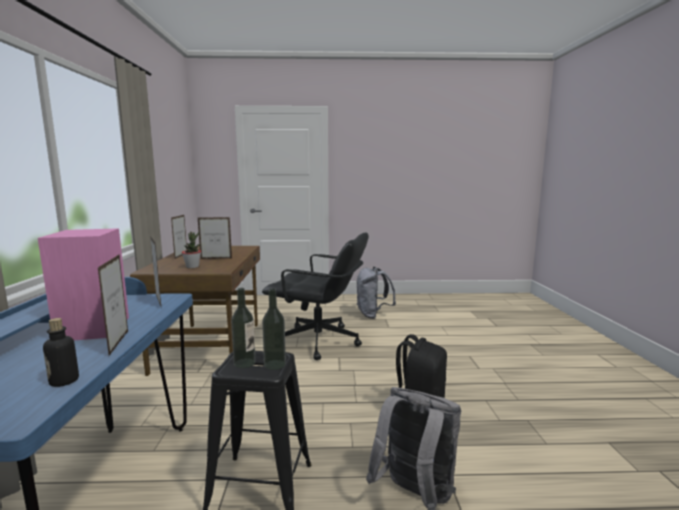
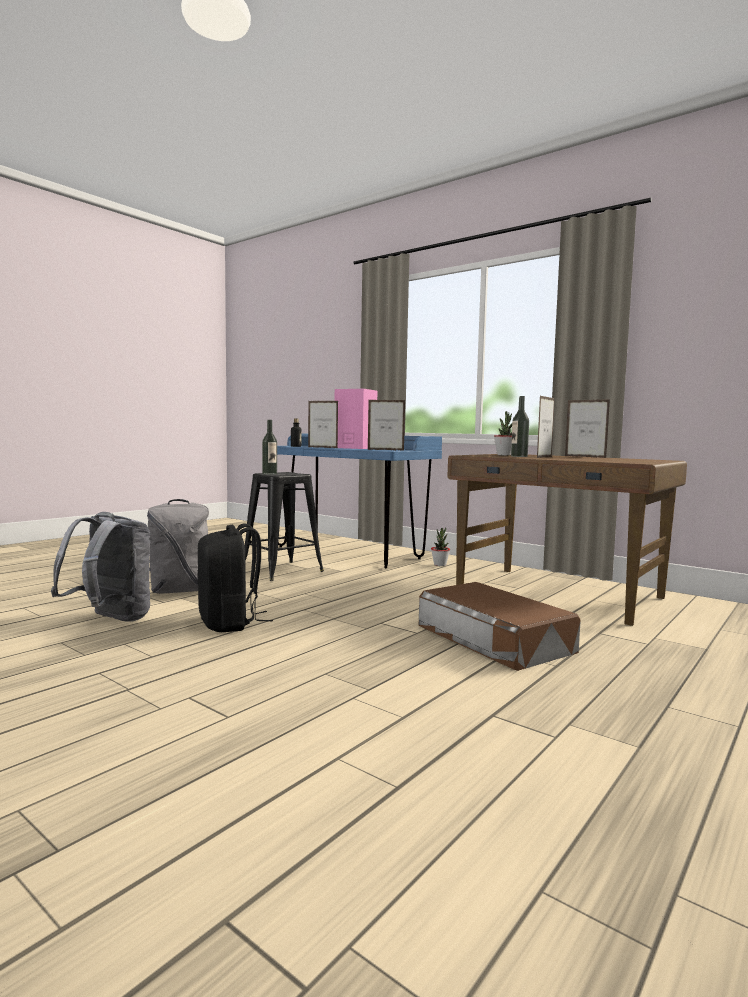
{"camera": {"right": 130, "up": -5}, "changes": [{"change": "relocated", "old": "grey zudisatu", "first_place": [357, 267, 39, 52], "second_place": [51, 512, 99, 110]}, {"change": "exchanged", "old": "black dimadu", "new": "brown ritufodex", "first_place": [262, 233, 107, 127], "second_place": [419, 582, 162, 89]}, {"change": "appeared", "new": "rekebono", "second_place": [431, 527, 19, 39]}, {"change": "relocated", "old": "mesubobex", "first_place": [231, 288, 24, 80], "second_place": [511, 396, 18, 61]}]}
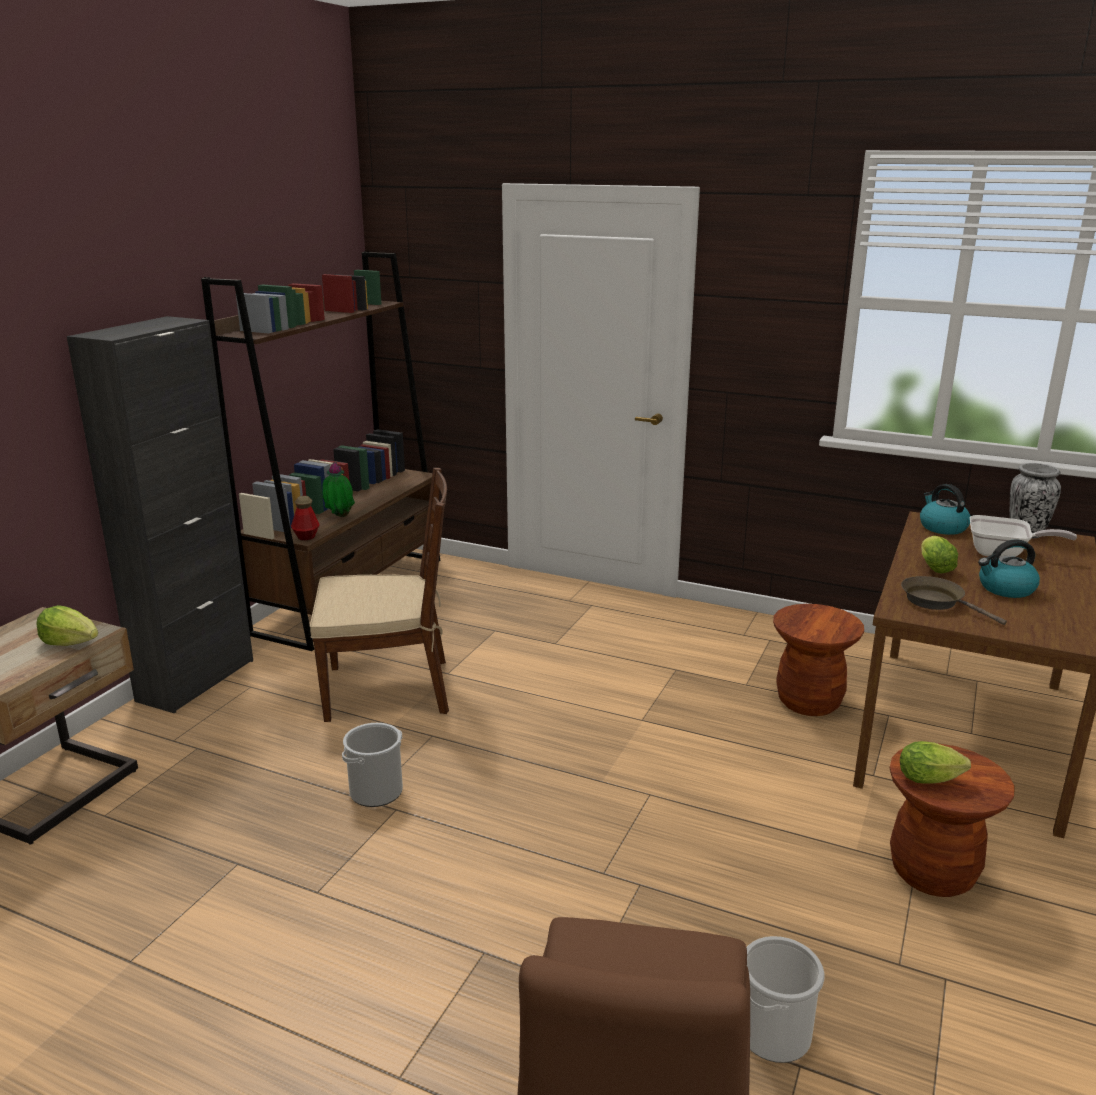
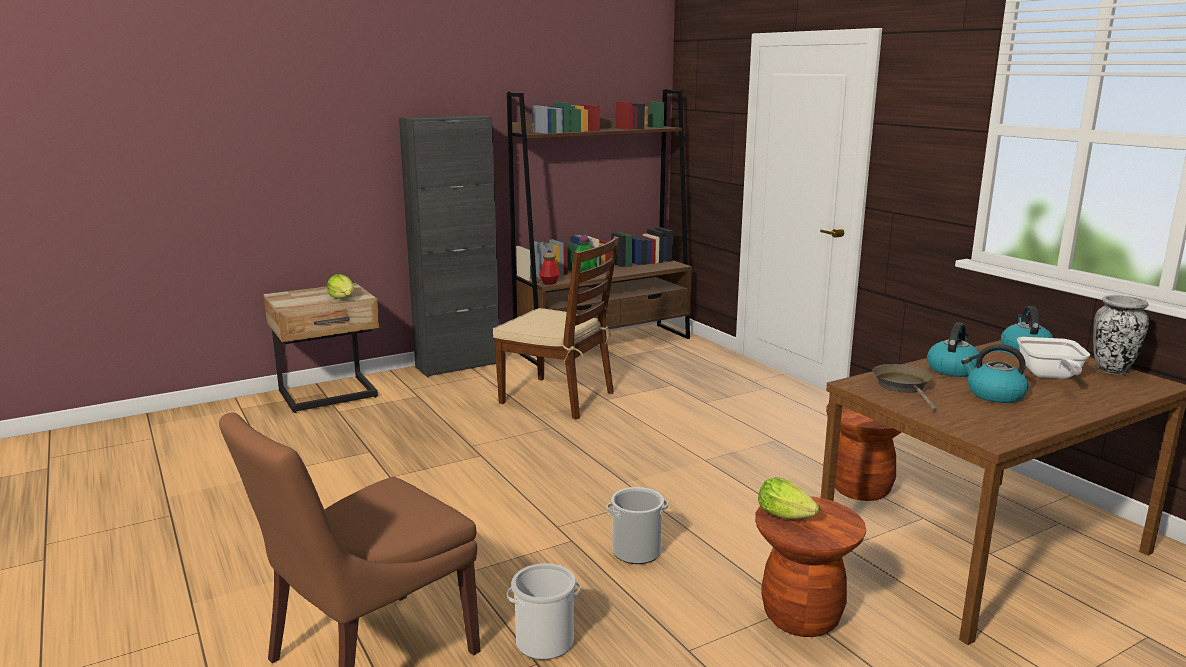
{"camera": {"right": 35, "up": -5}, "changes": [{"change": "relocated", "old": "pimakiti", "first_place": [342, 723, 61, 84], "second_place": [607, 487, 61, 77]}, {"change": "exchanged", "old": "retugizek", "new": "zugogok", "first_place": [921, 536, 37, 38], "second_place": [927, 322, 53, 55]}, {"change": "spun", "old": "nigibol", "first_place": [970, 515, 107, 42], "second_place": [1017, 337, 73, 42], "degrees": 45}]}
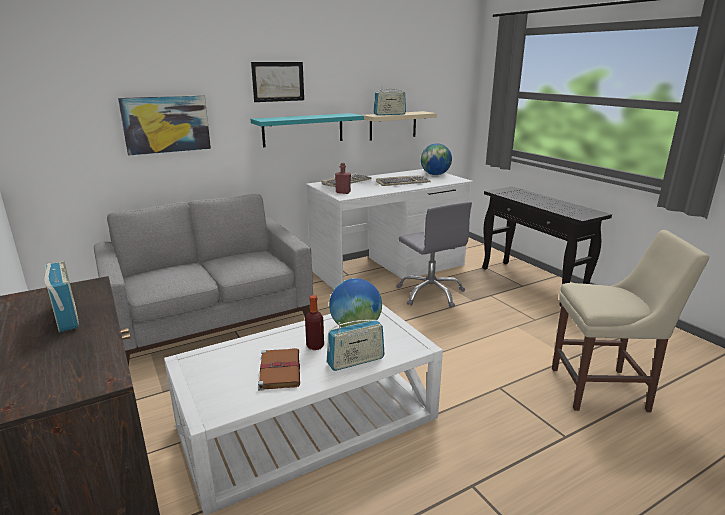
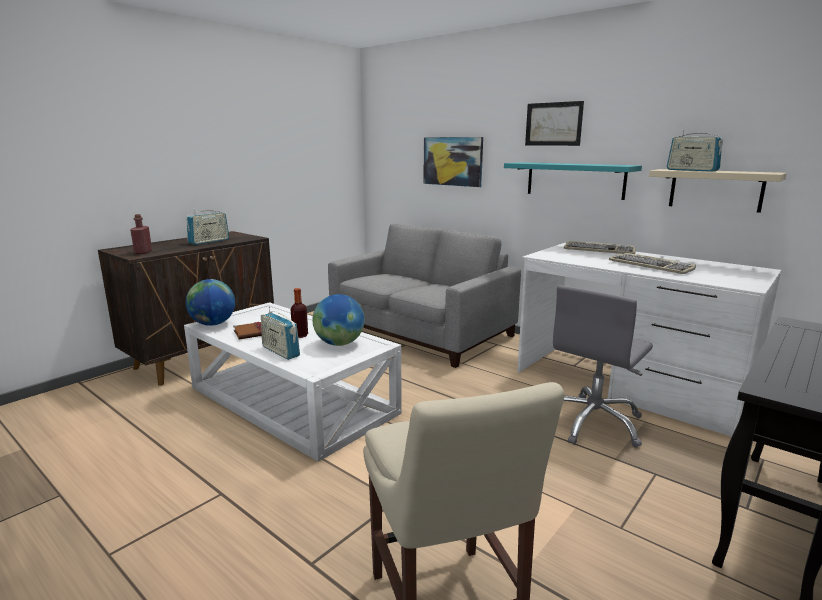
{"camera": {"right": 70, "up": -5}, "changes": [{"change": "relocated", "old": "red mesubobex", "first_place": [335, 163, 16, 31], "second_place": [130, 214, 22, 40]}, {"change": "relocated", "old": "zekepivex", "first_place": [421, 143, 31, 32], "second_place": [186, 279, 49, 47]}]}
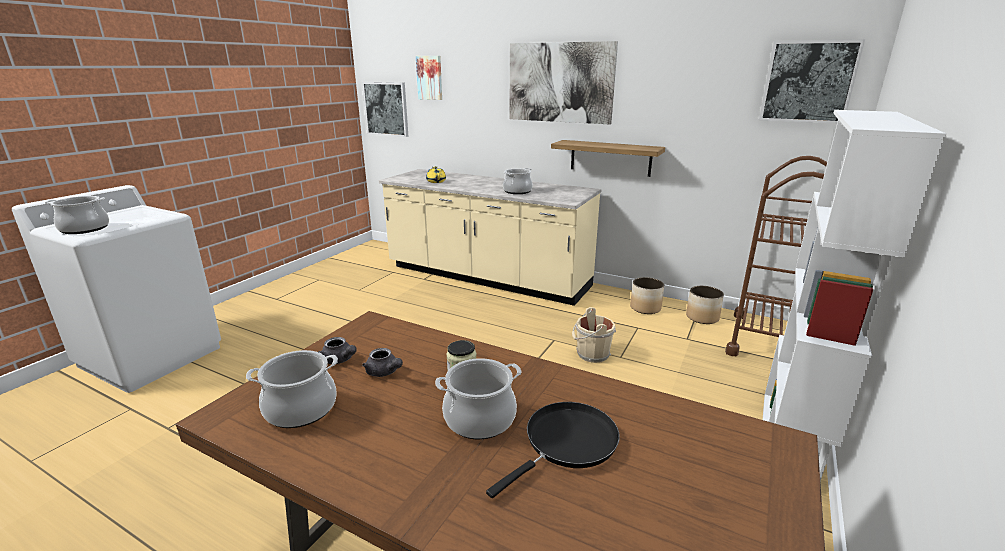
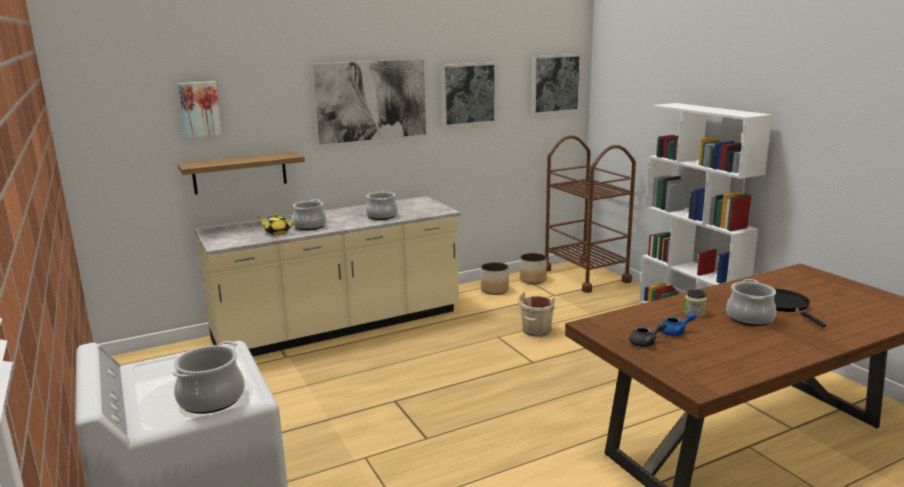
{"camera": {"right": -55, "up": -5}, "changes": [{"change": "relocated", "old": "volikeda", "first_place": [551, 140, 114, 37], "second_place": [177, 152, 128, 43]}, {"change": "relocated", "old": "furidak", "first_place": [246, 350, 92, 78], "second_place": [292, 199, 34, 31]}, {"change": "relocated", "old": "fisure", "first_place": [362, 82, 47, 55], "second_place": [441, 62, 55, 65]}, {"change": "colour", "old": "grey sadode", "new": "blue sadode", "first_place": [362, 348, 41, 29], "second_place": [660, 312, 37, 24]}]}
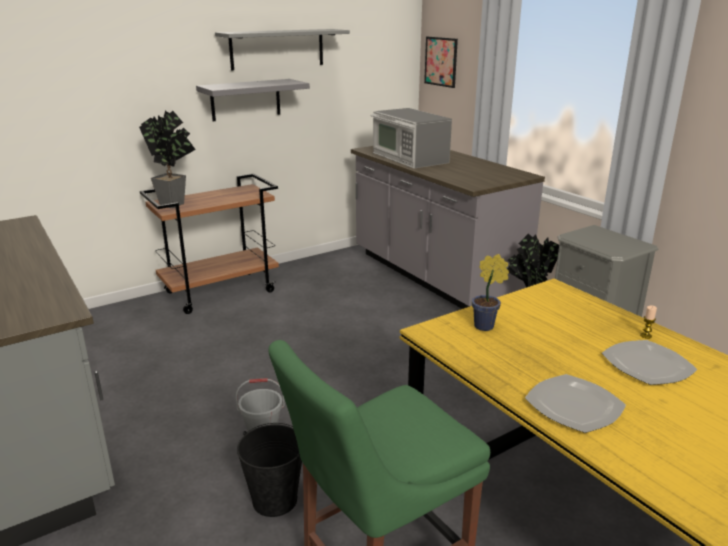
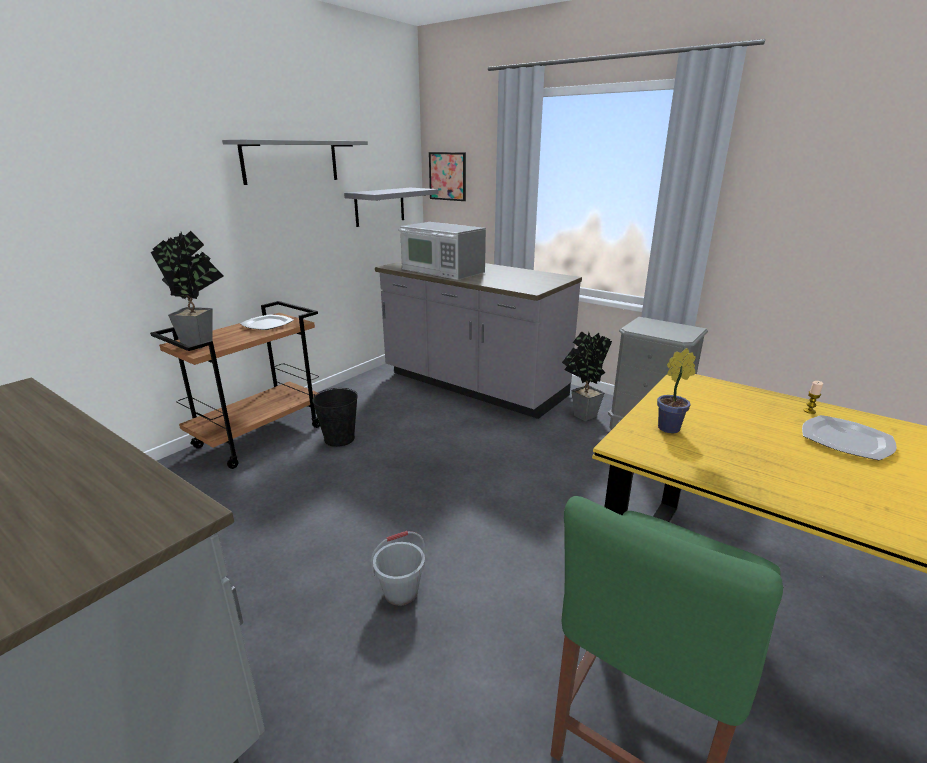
{"camera": {"right": -20, "up": 0}, "changes": [{"change": "relocated", "old": "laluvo", "first_place": [525, 374, 101, 59], "second_place": [240, 314, 53, 16]}, {"change": "relocated", "old": "black pimakiti", "first_place": [237, 423, 65, 94], "second_place": [312, 388, 46, 59]}, {"change": "relocated", "old": "grey volikeda", "first_place": [196, 79, 114, 42], "second_place": [344, 188, 95, 39]}]}
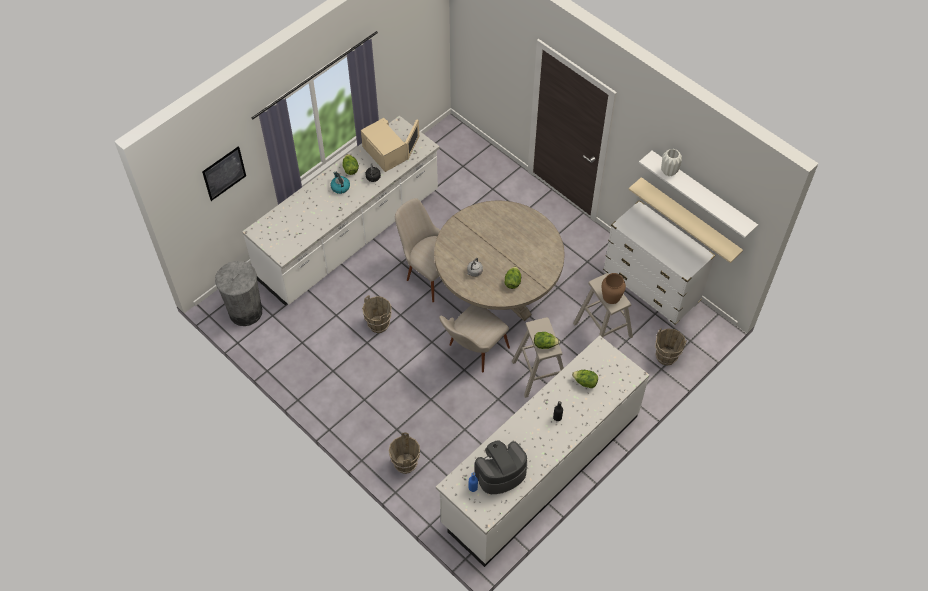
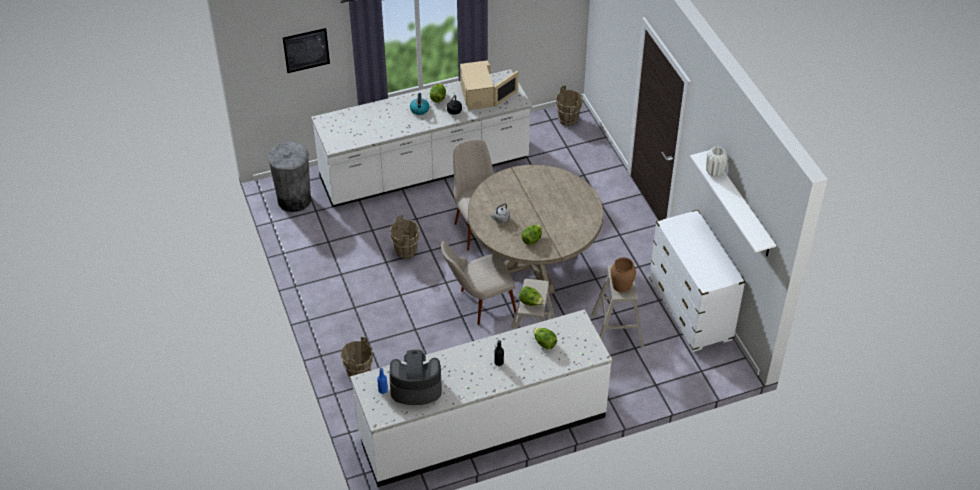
{"camera": {"right": 25, "up": -10}, "changes": [{"change": "relocated", "old": "brown pimakiti", "first_place": [655, 328, 32, 38], "second_place": [556, 86, 27, 40]}, {"change": "missing", "old": "beige volikeda", "first_place": [628, 177, 115, 86]}]}
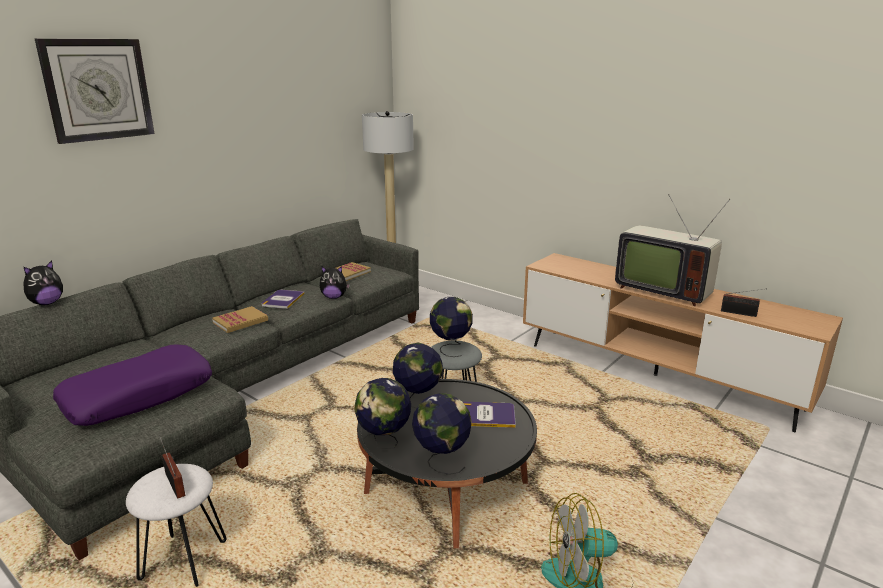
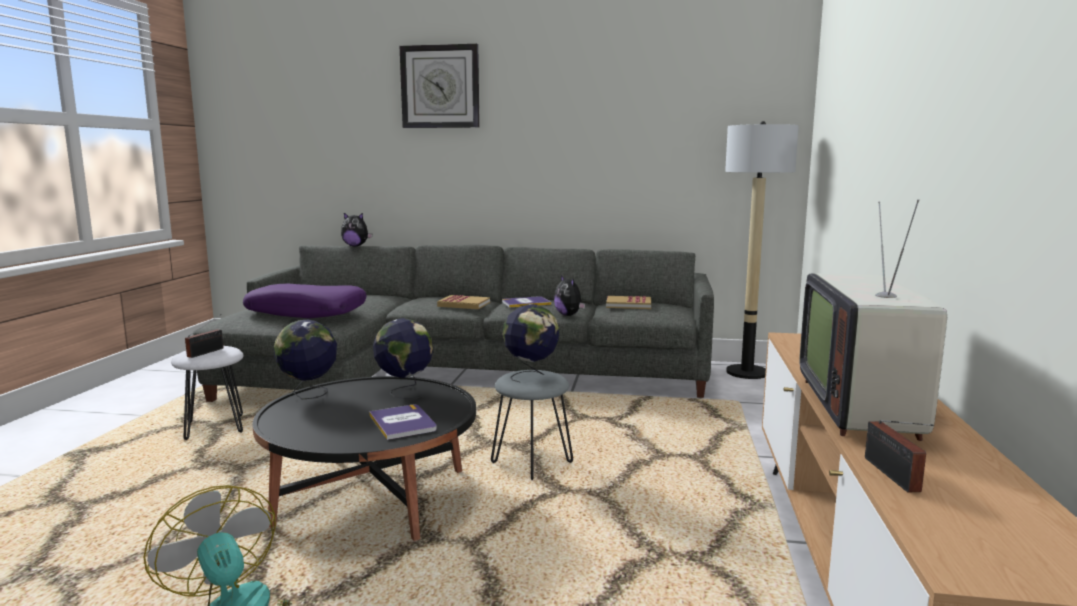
{"camera": {"right": 60, "up": -10}, "changes": [{"change": "missing", "old": "zekepivex", "first_place": [412, 393, 60, 82]}]}
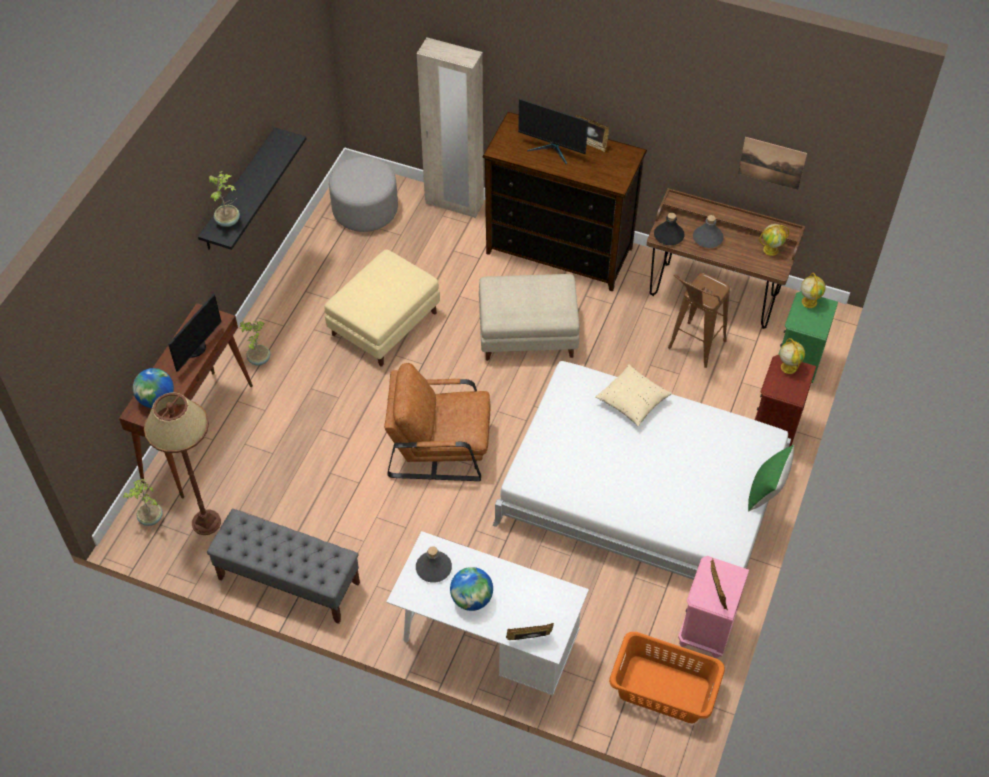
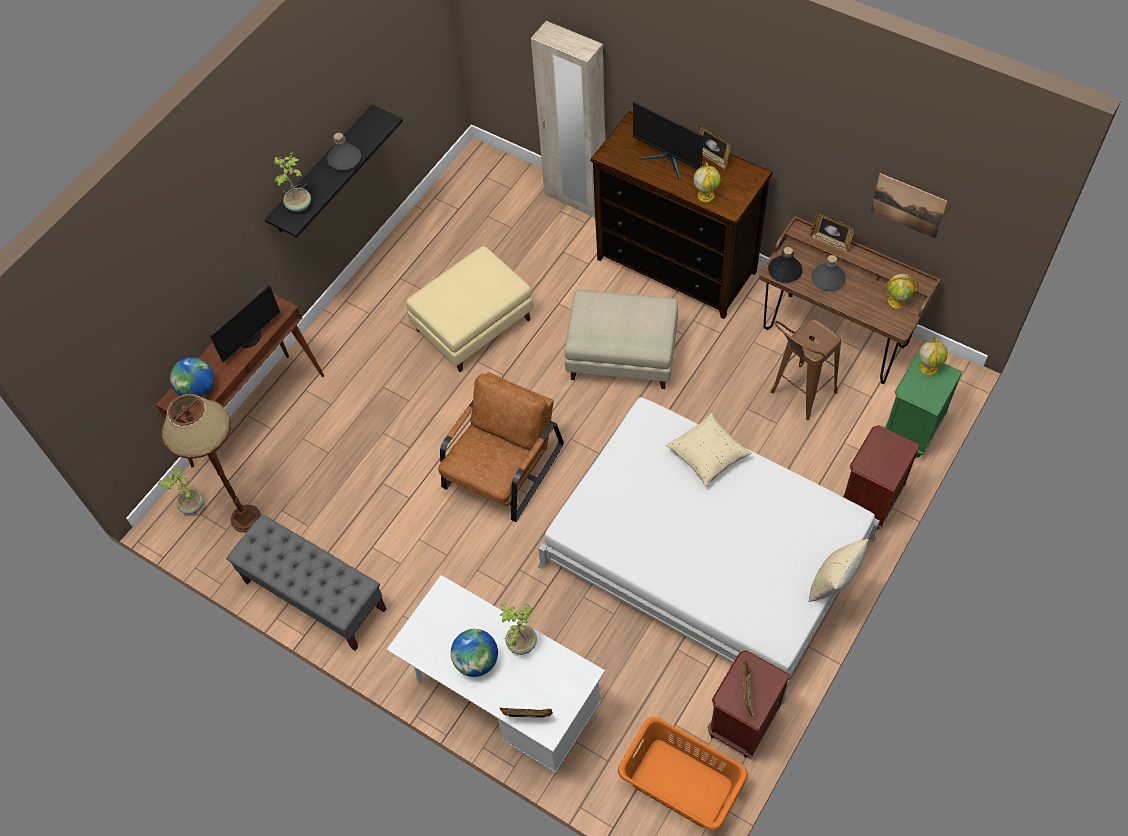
{"camera": {"right": 15, "up": 5}, "changes": [{"change": "relocated", "old": "grey mesubobex", "first_place": [416, 546, 36, 37], "second_place": [327, 133, 34, 37]}, {"change": "spun", "old": "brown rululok", "first_place": [384, 363, 106, 118], "second_place": [438, 372, 126, 150], "degrees": 105}, {"change": "relocated", "old": "rekebono", "first_place": [240, 321, 30, 44], "second_place": [499, 603, 38, 52]}, {"change": "relocated", "old": "zekepivex", "first_place": [779, 338, 26, 36], "second_place": [693, 162, 28, 40]}, {"change": "colour", "old": "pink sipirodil", "new": "brown sipirodil", "first_place": [678, 556, 71, 102], "second_place": [708, 650, 82, 108]}, {"change": "colour", "old": "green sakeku", "new": "beige sakeku", "first_place": [748, 445, 46, 66], "second_place": [808, 539, 61, 63]}, {"change": "appeared", "new": "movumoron", "second_place": [810, 213, 44, 40]}, {"change": "missing", "old": "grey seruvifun", "first_place": [329, 157, 69, 75]}]}
